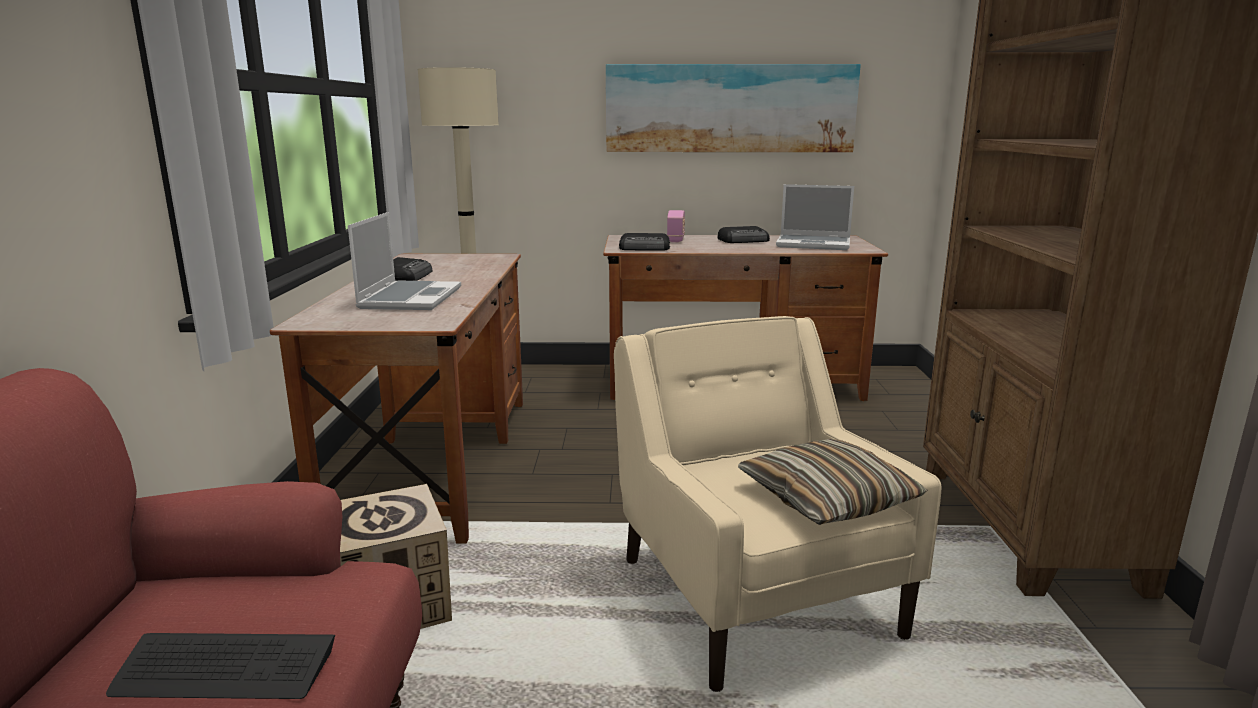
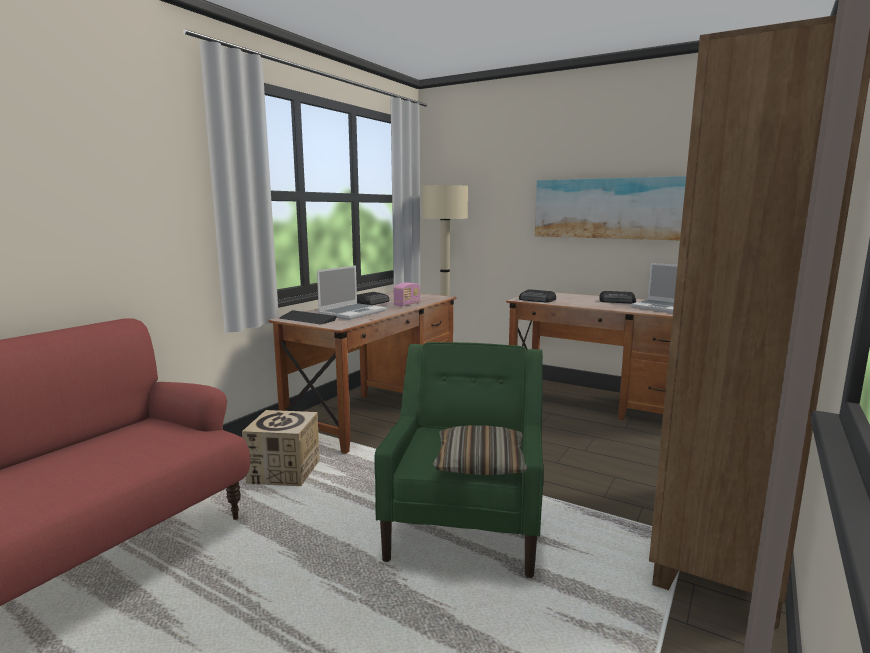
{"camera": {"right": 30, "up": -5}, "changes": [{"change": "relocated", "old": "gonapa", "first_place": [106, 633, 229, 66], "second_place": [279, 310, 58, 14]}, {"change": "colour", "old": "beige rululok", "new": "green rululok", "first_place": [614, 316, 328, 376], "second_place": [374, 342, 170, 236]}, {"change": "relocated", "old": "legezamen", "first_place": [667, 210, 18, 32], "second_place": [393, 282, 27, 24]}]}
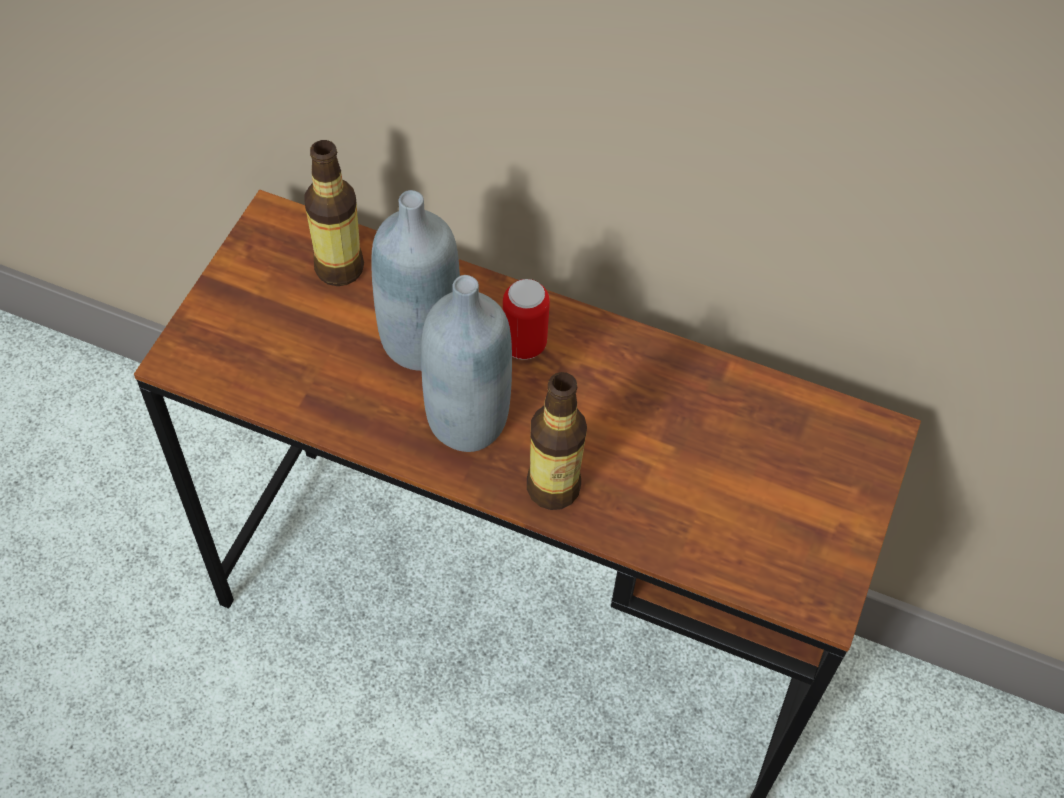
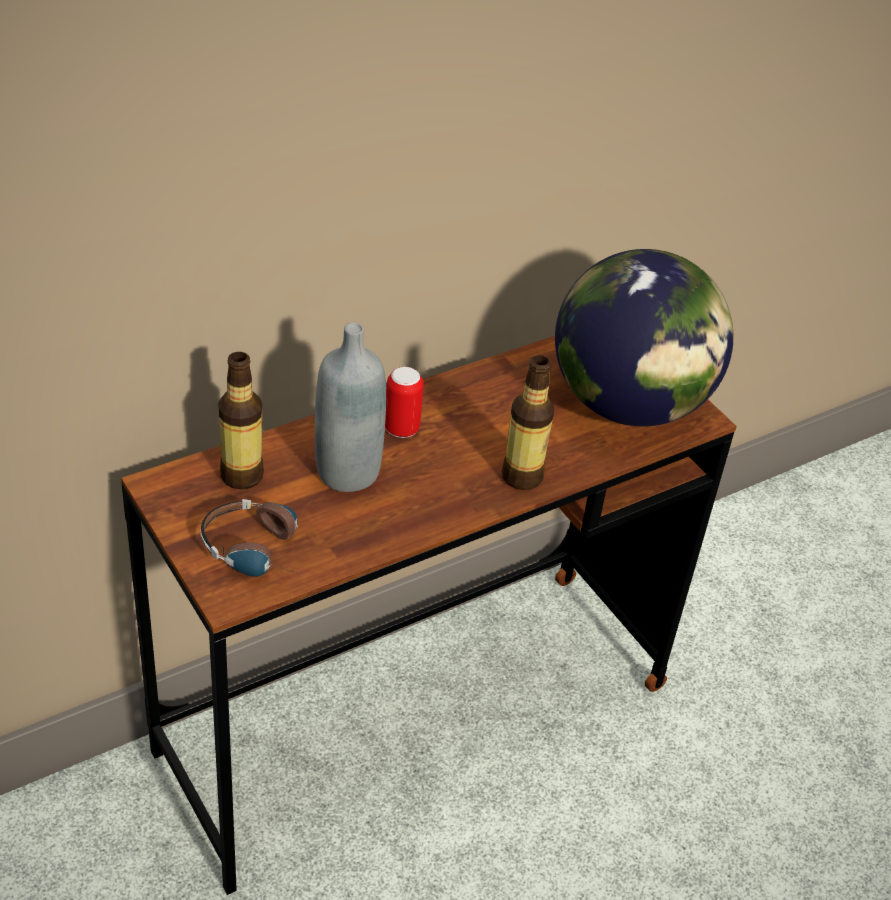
{"camera": {"right": -55, "up": -15}, "changes": [{"change": "appeared", "new": "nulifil", "second_place": [200, 499, 106, 78]}, {"change": "appeared", "new": "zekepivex", "second_place": [555, 249, 178, 178]}, {"change": "missing", "old": "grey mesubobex", "first_place": [421, 275, 91, 177]}]}
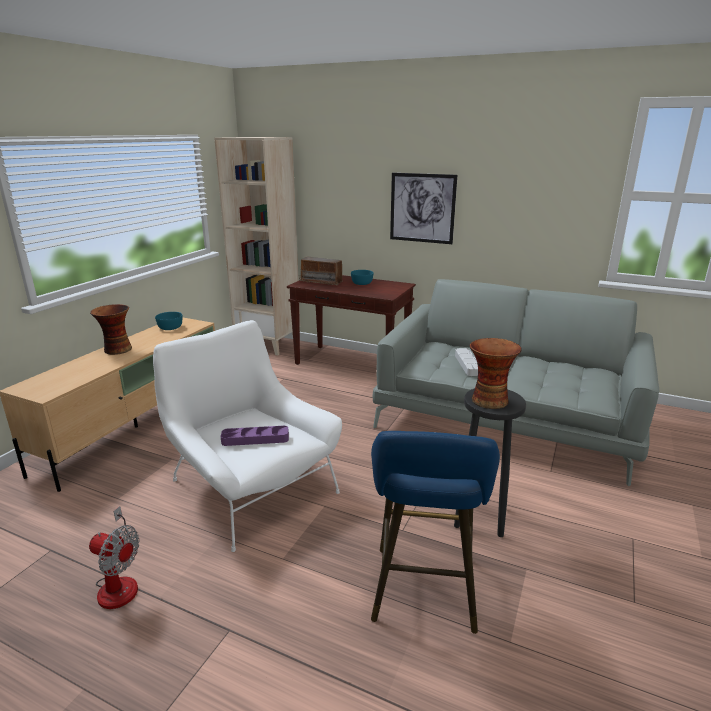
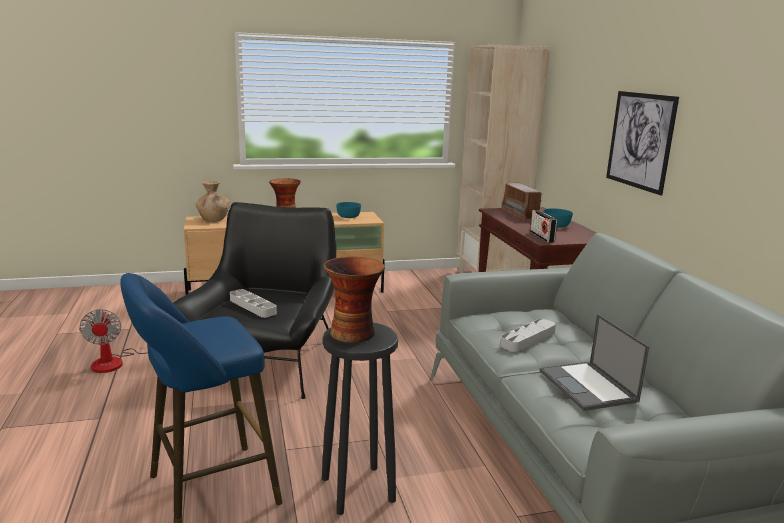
{"camera": {"right": 50, "up": -5}, "changes": [{"change": "colour", "old": "white rululok", "new": "black rululok", "first_place": [153, 320, 189, 232], "second_place": [173, 202, 163, 197]}, {"change": "appeared", "new": "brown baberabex", "second_place": [196, 180, 34, 42]}, {"change": "colour", "old": "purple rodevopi", "new": "grey rodevopi", "first_place": [221, 426, 68, 20], "second_place": [230, 289, 47, 29]}, {"change": "appeared", "new": "legezamen", "second_place": [530, 210, 27, 33]}, {"change": "appeared", "new": "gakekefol", "second_place": [540, 314, 109, 97]}]}
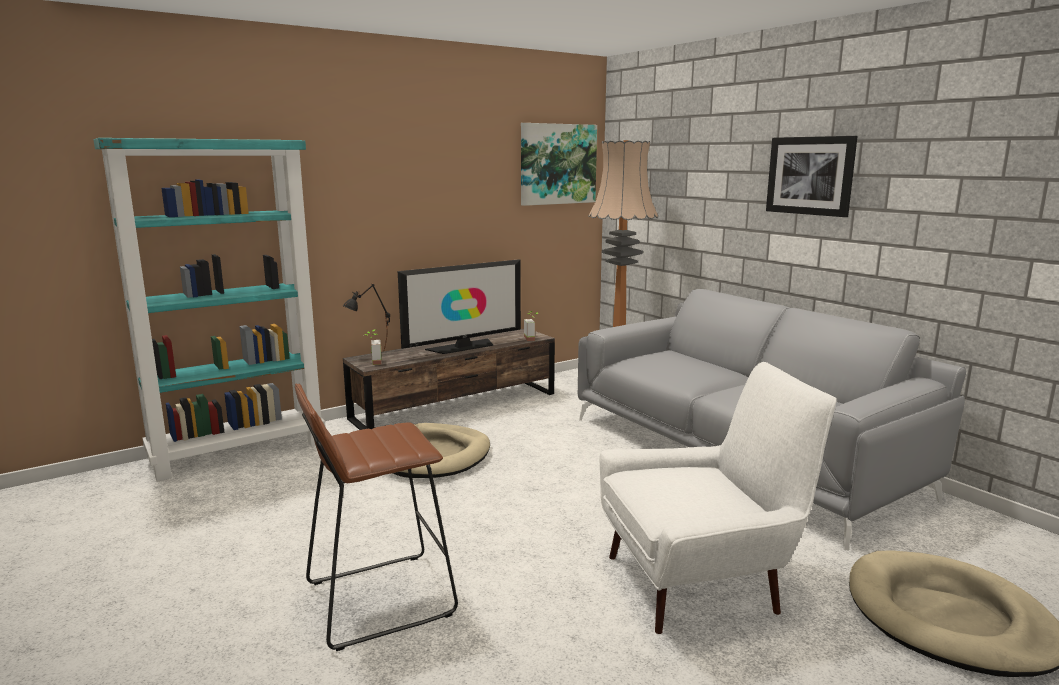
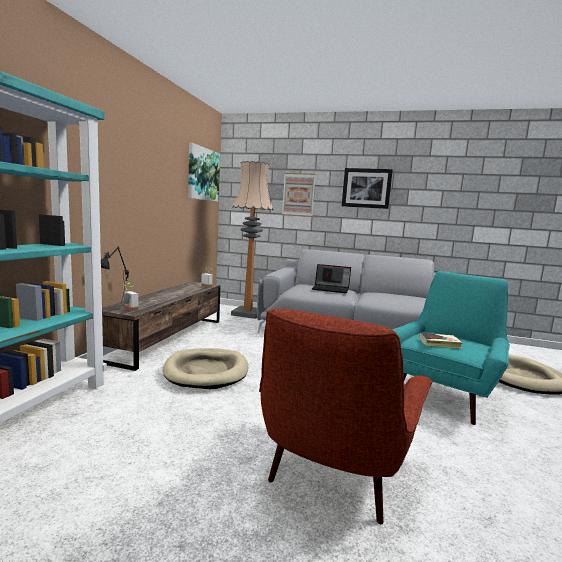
{"camera": {"right": -40, "up": -5}, "changes": [{"change": "exchanged", "old": "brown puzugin", "new": "red rululok", "first_place": [295, 383, 163, 268], "second_place": [259, 309, 174, 215]}, {"change": "appeared", "new": "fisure", "second_place": [282, 173, 34, 44]}, {"change": "appeared", "new": "gakekefol", "second_place": [312, 264, 39, 29]}, {"change": "colour", "old": "white rululok", "new": "turquoise rululok", "first_place": [599, 362, 238, 272], "second_place": [392, 271, 118, 154]}, {"change": "appeared", "new": "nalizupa", "second_place": [419, 333, 44, 16]}, {"change": "missing", "old": "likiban", "first_place": [398, 259, 123, 95]}]}
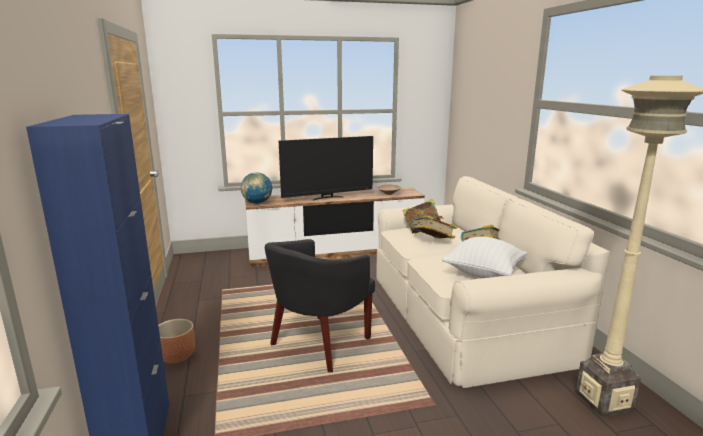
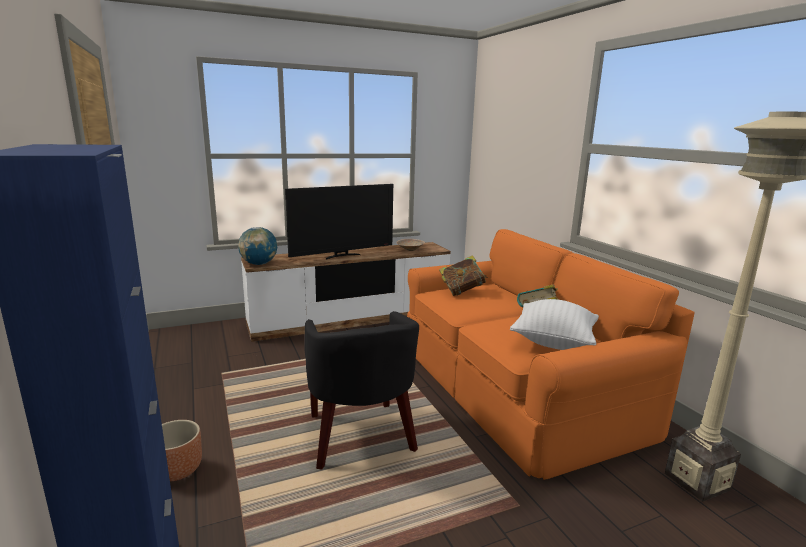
{"camera": {"right": -10, "up": 0}, "changes": [{"change": "spun", "old": "black rululok", "first_place": [265, 239, 110, 133], "second_place": [304, 311, 115, 159], "degrees": -45}, {"change": "colour", "old": "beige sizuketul", "new": "orange sizuketul", "first_place": [376, 176, 234, 212], "second_place": [407, 229, 288, 251]}, {"change": "missing", "old": "nalizupa", "first_place": [410, 215, 48, 24]}]}
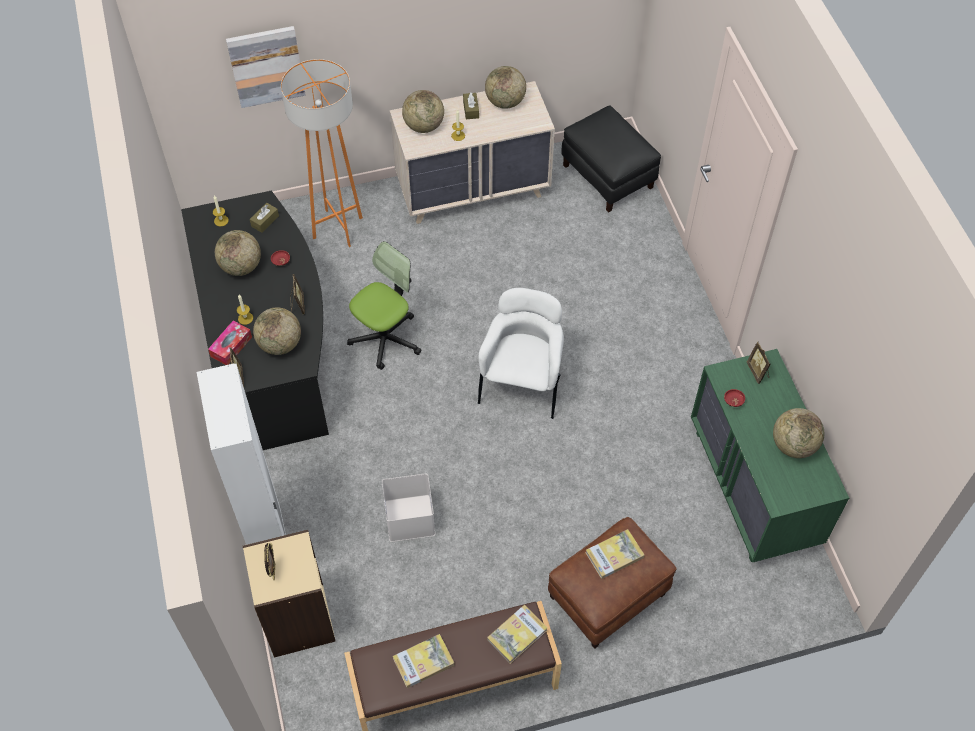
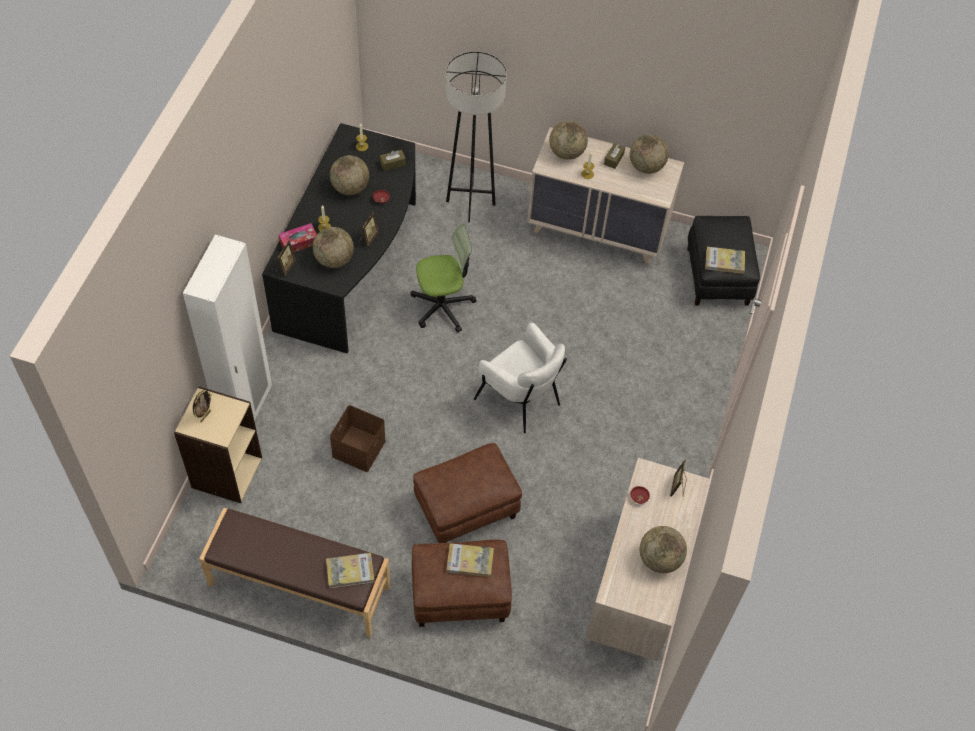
{"camera": {"right": 30, "up": 0}, "changes": [{"change": "colour", "old": "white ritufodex", "new": "brown ritufodex", "first_place": [382, 474, 53, 68], "second_place": [330, 405, 56, 67]}, {"change": "appeared", "new": "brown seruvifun", "second_place": [413, 443, 109, 100]}, {"change": "colour", "old": "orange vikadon", "new": "grey vikadon", "first_place": [281, 59, 82, 188], "second_place": [445, 51, 62, 172]}, {"change": "spun", "old": "white rululok", "first_place": [478, 288, 86, 131], "second_place": [474, 323, 93, 111], "degrees": 90}, {"change": "colour", "old": "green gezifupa", "new": "beige gezifupa", "first_place": [691, 349, 158, 213], "second_place": [586, 458, 123, 203]}, {"change": "relocated", "old": "nalizupa", "first_place": [393, 634, 61, 54], "second_place": [705, 247, 40, 27]}, {"change": "missing", "old": "fisure", "first_place": [226, 26, 80, 82]}]}
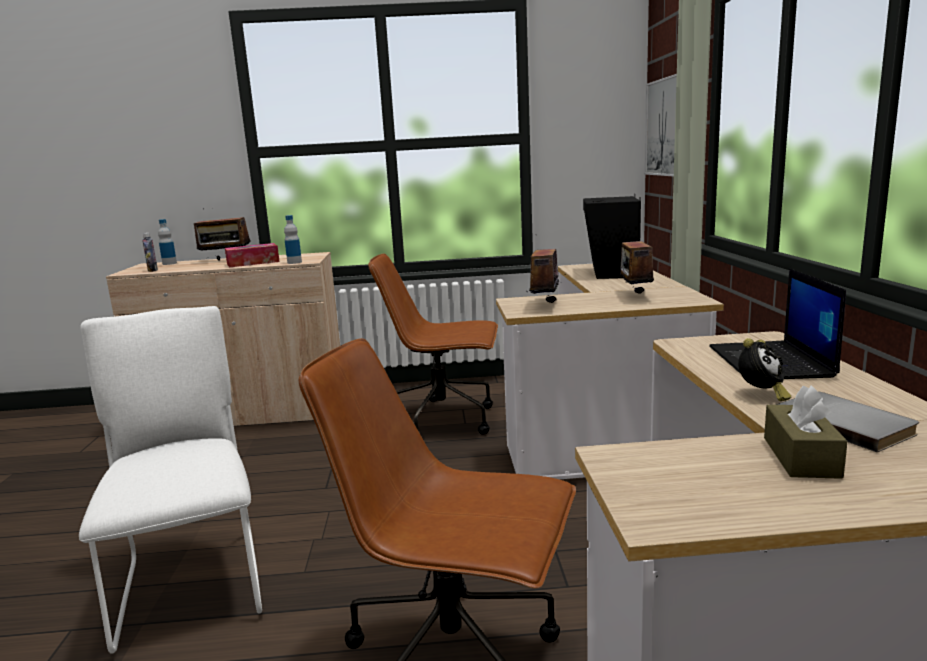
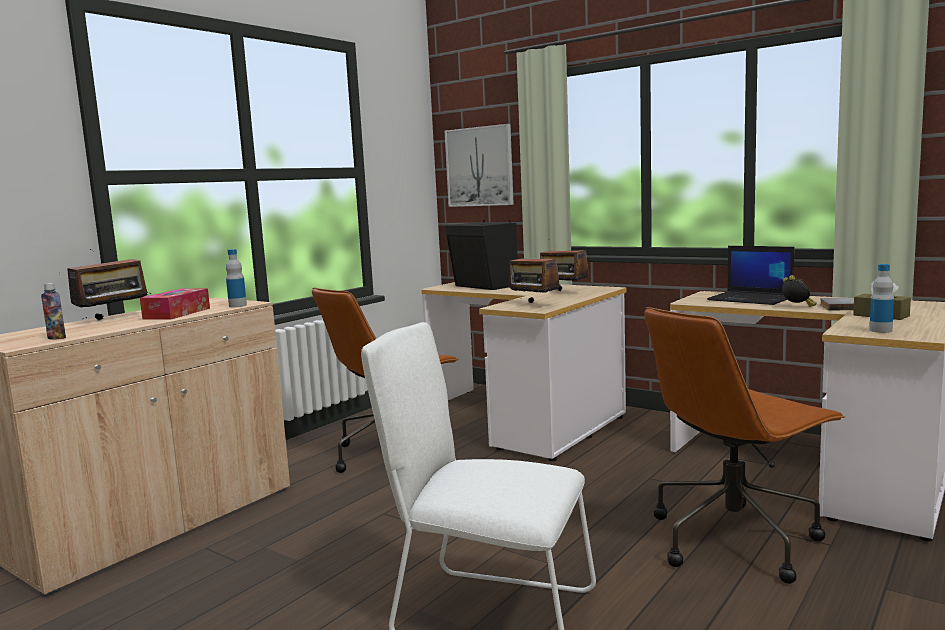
{"camera": {"right": -50, "up": -5}, "changes": [{"change": "relocated", "old": "mesubobex", "first_place": [158, 219, 19, 46], "second_place": [869, 264, 25, 69]}]}
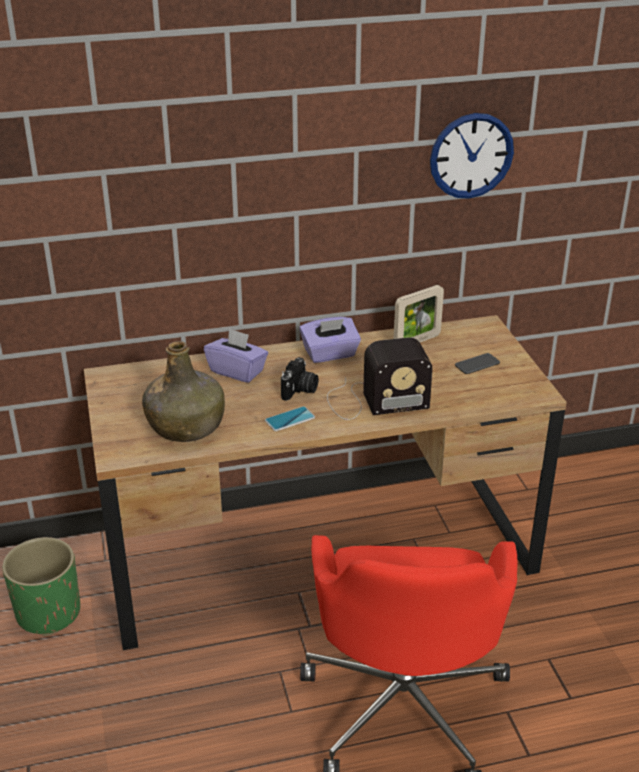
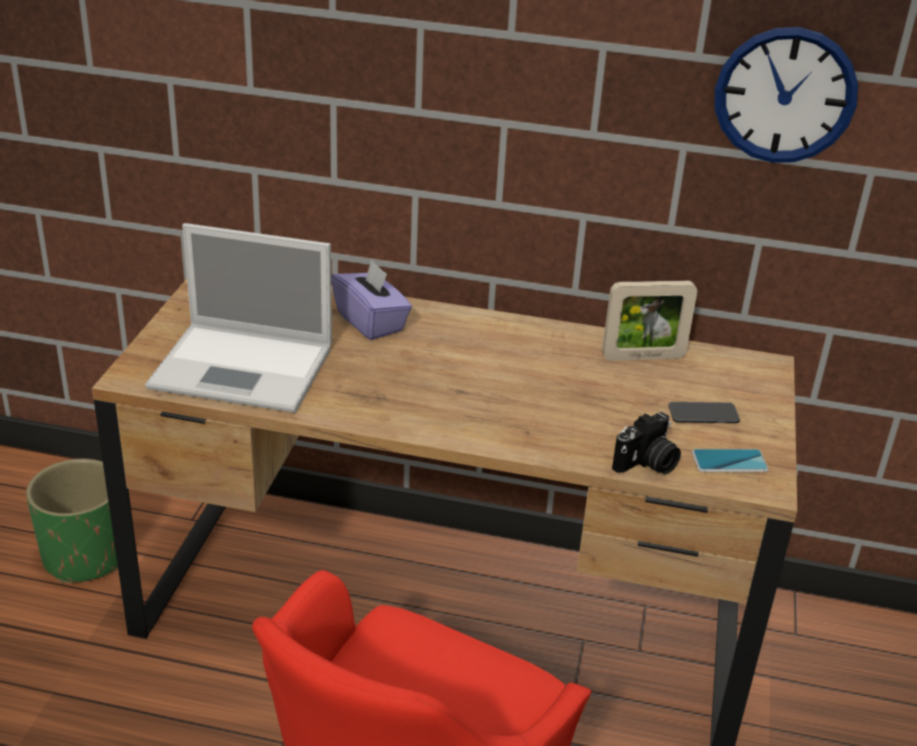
{"camera": {"right": 25, "up": 0}, "changes": [{"change": "exchanged", "old": "green mesubobex", "new": "gakekefol", "first_place": [142, 341, 83, 101], "second_place": [145, 223, 187, 190]}, {"change": "relocated", "old": "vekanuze", "first_place": [281, 357, 37, 44], "second_place": [612, 412, 69, 62]}, {"change": "relocated", "old": "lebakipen", "first_place": [265, 406, 50, 25], "second_place": [692, 449, 77, 23]}, {"change": "missing", "old": "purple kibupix", "first_place": [299, 317, 62, 46]}, {"change": "missing", "old": "legezamen", "first_place": [327, 337, 105, 83]}]}
